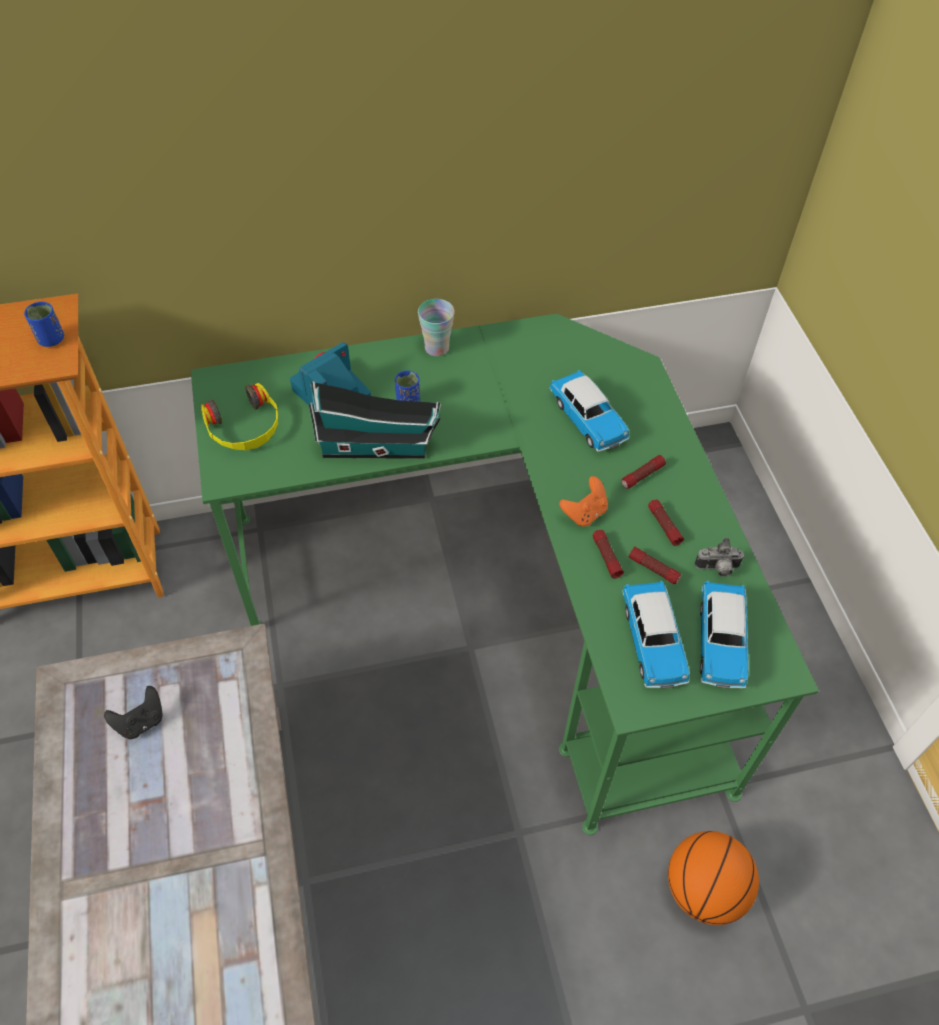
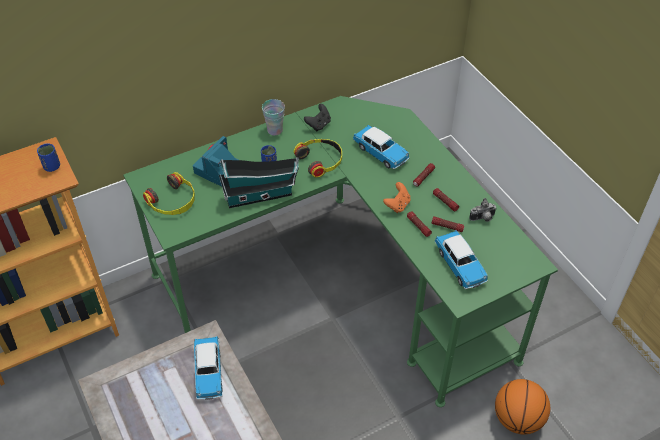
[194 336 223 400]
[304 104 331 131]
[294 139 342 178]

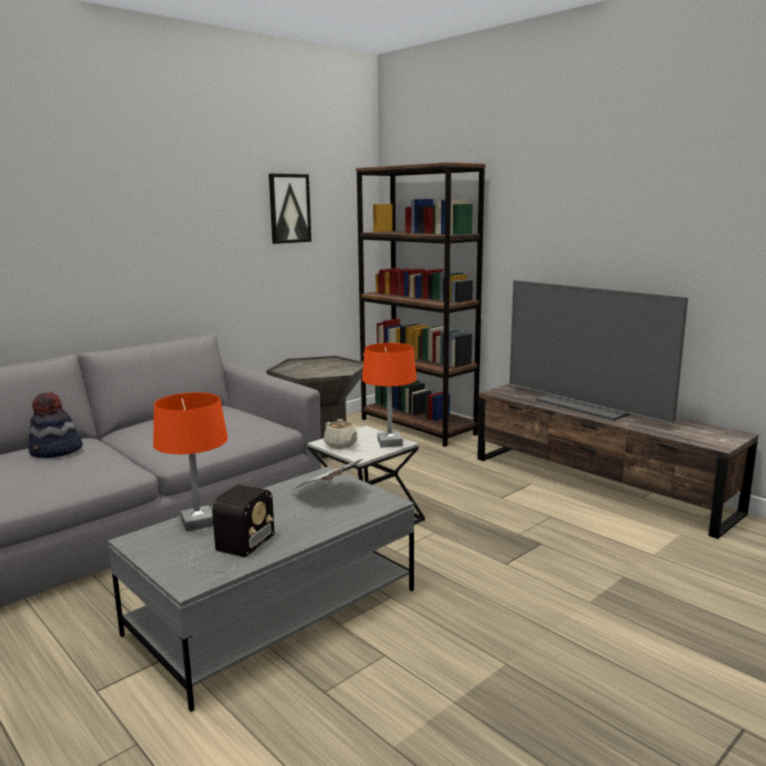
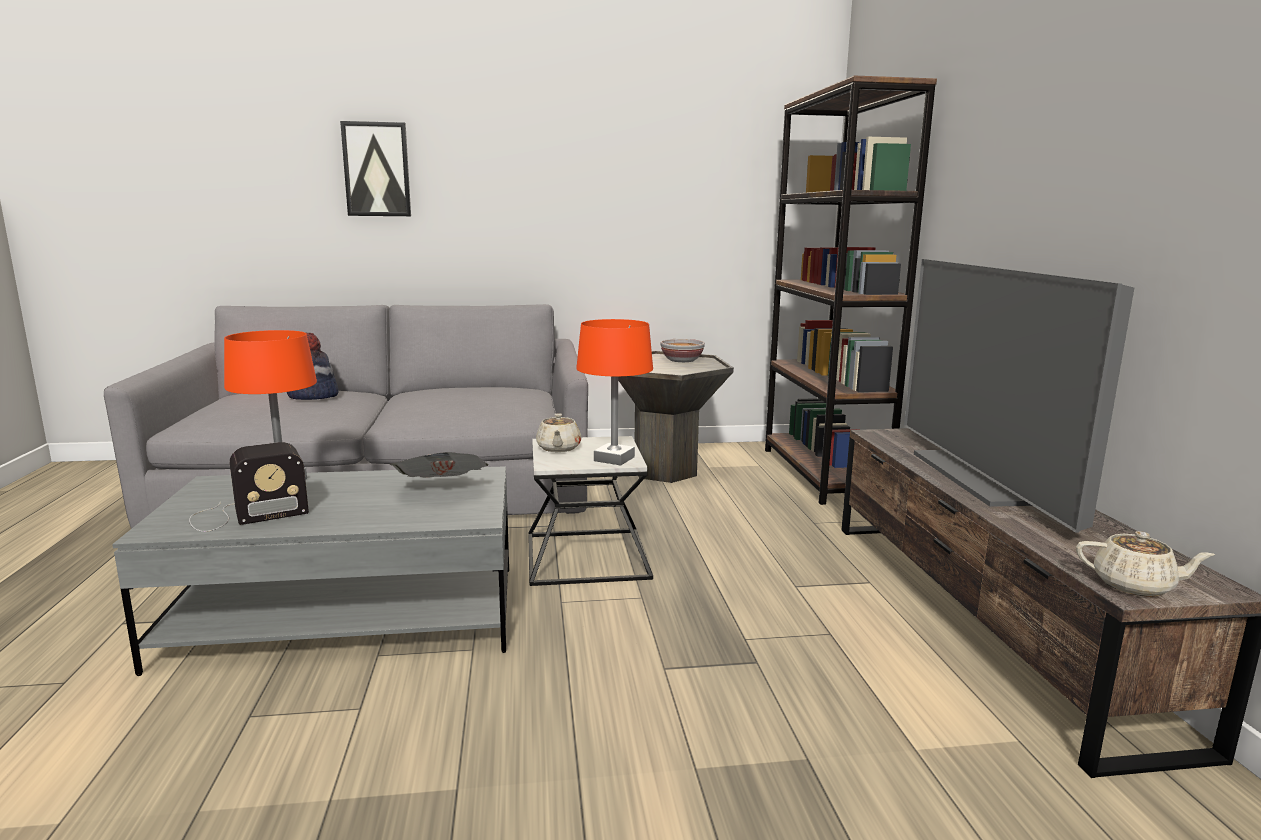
[340 121 411 216]
[660 339 705 362]
[1076 531 1215 597]

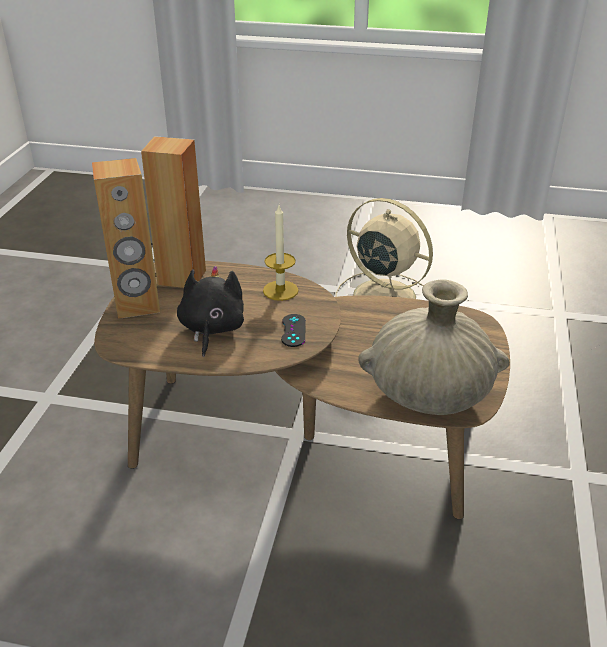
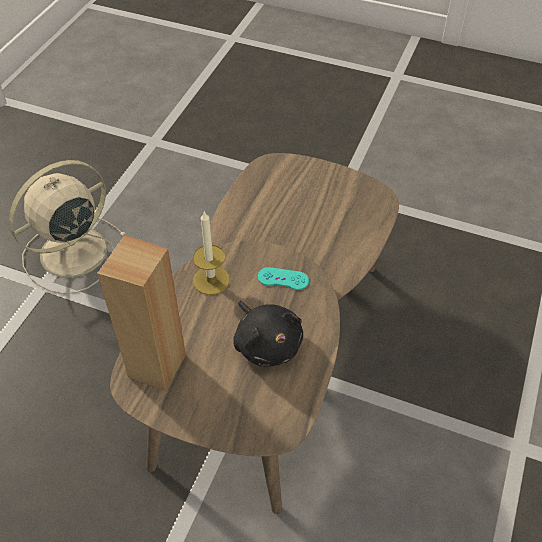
[92 158 160 319] (first image)
[233 301 303 367]
[358 280 509 415] (first image)
[258 267 309 290]

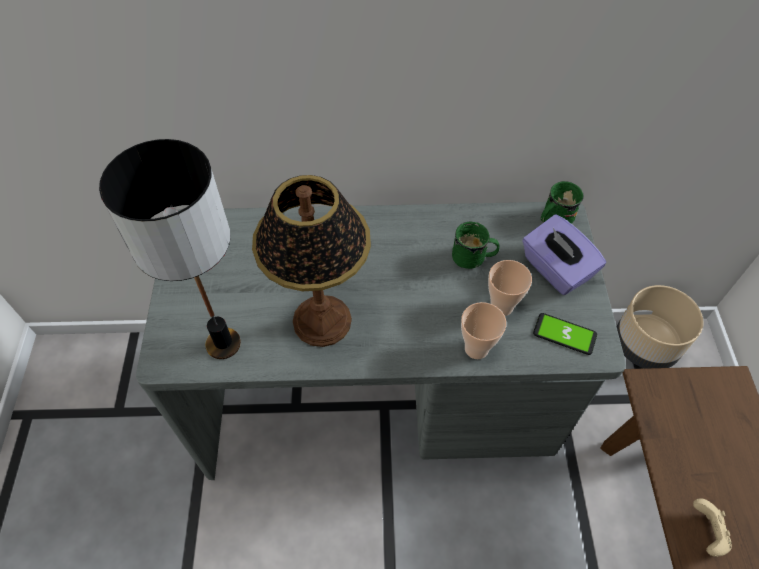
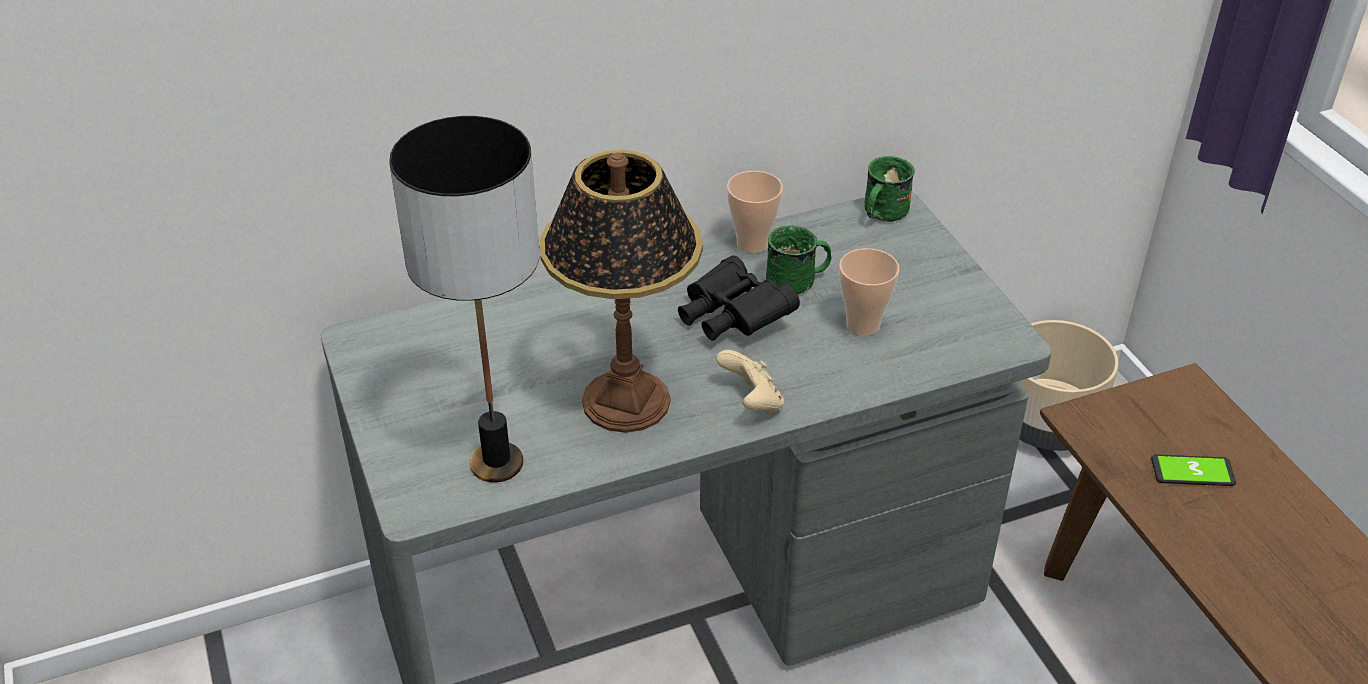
[522 215 606 295] (first image)
[727 171 783 253]
[1151 455 1236 486]
[716 350 784 415]
[678 255 800 341]

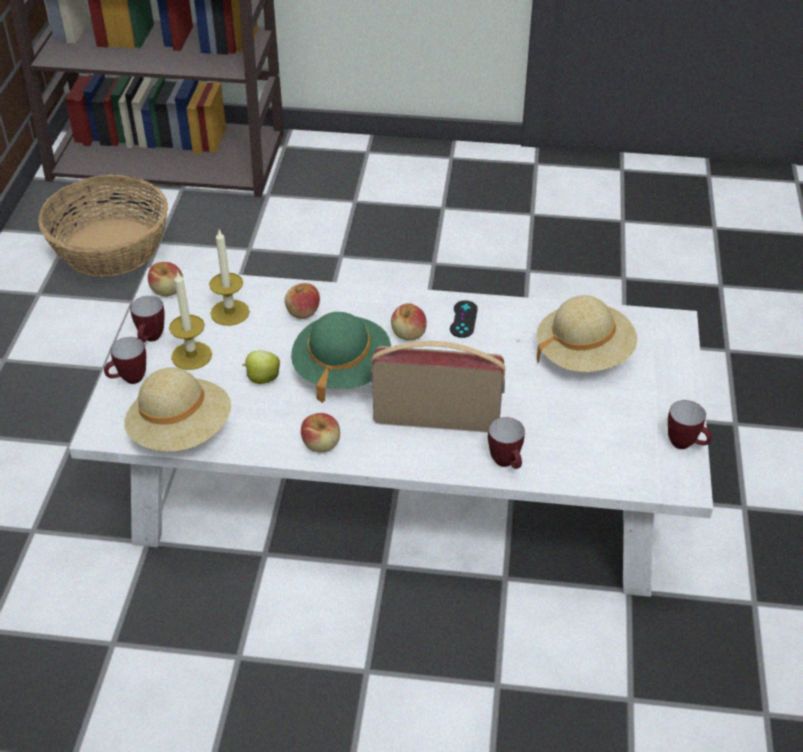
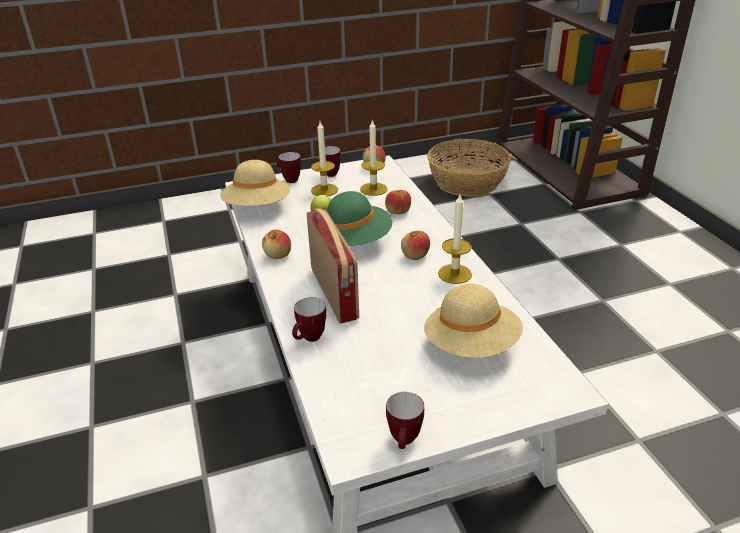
[438 195 472 284]

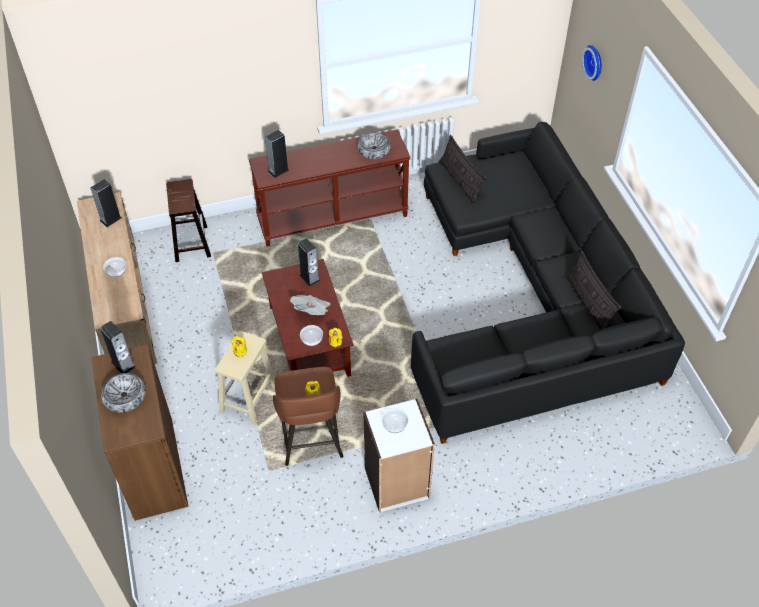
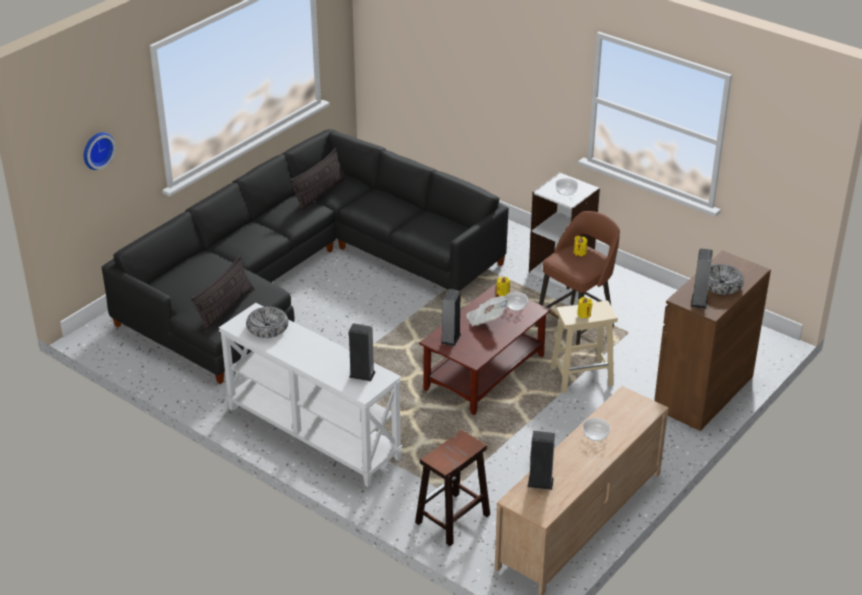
[219 303 402 487]

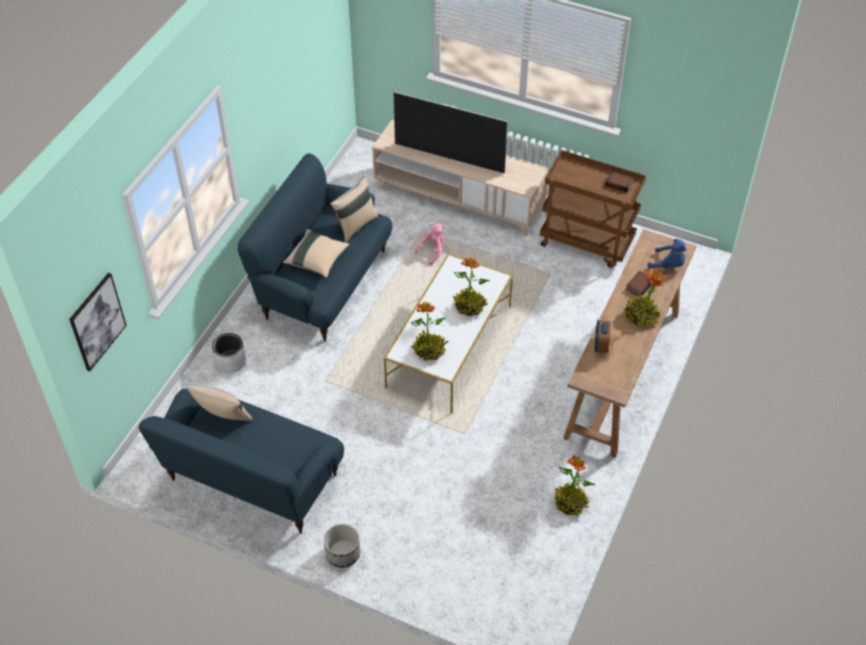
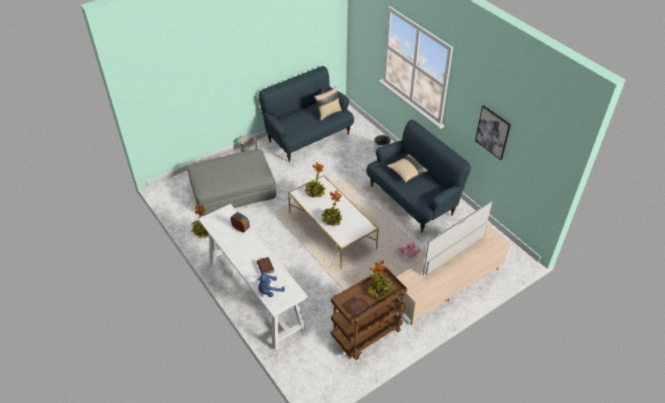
[330 177 378 243] (first image)
[198 204 308 351]
[367 260 392 299]
[475 105 511 160]
[187 149 276 216]

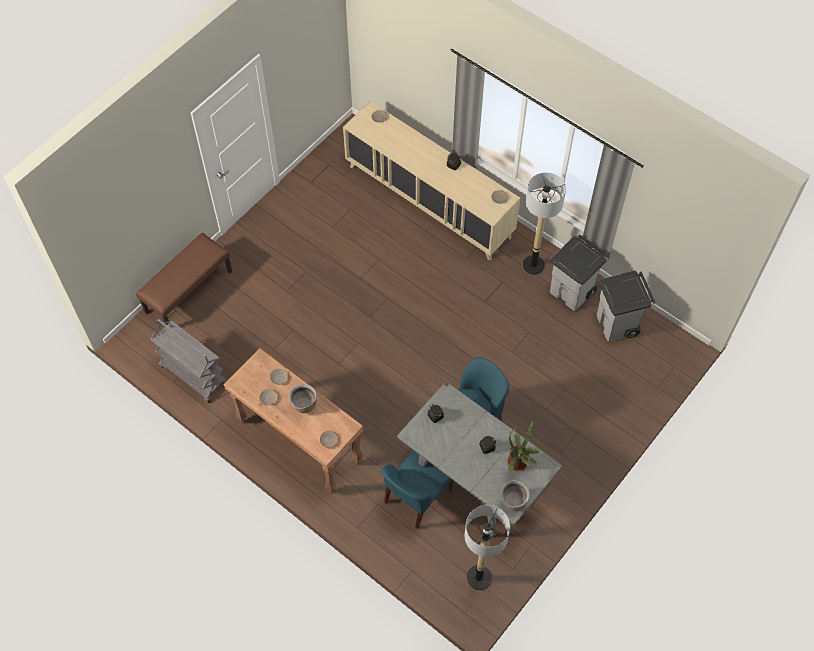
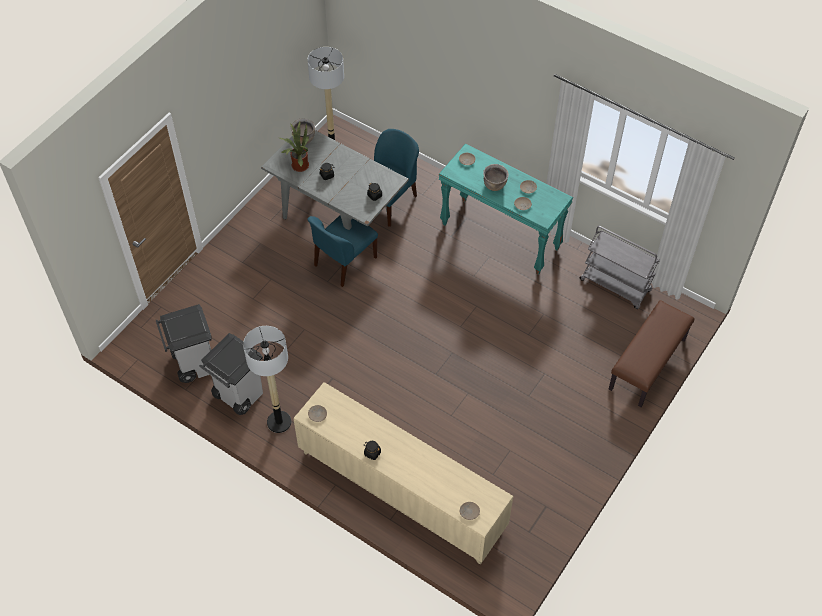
[439 144 573 275]

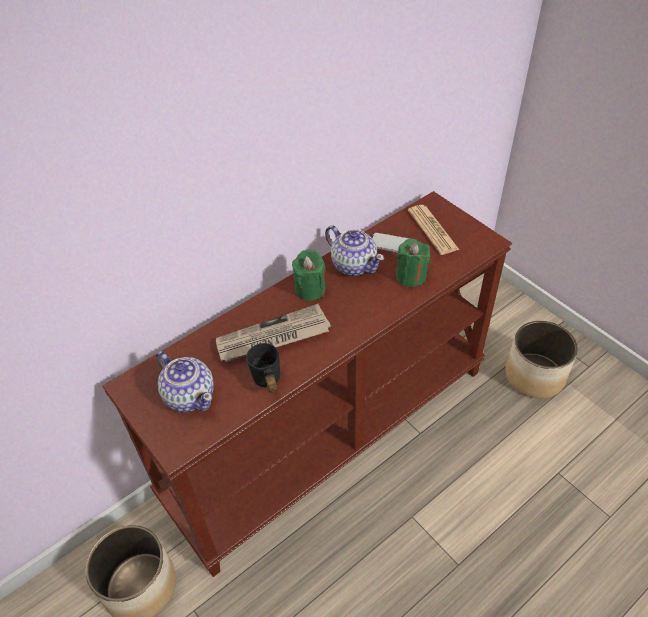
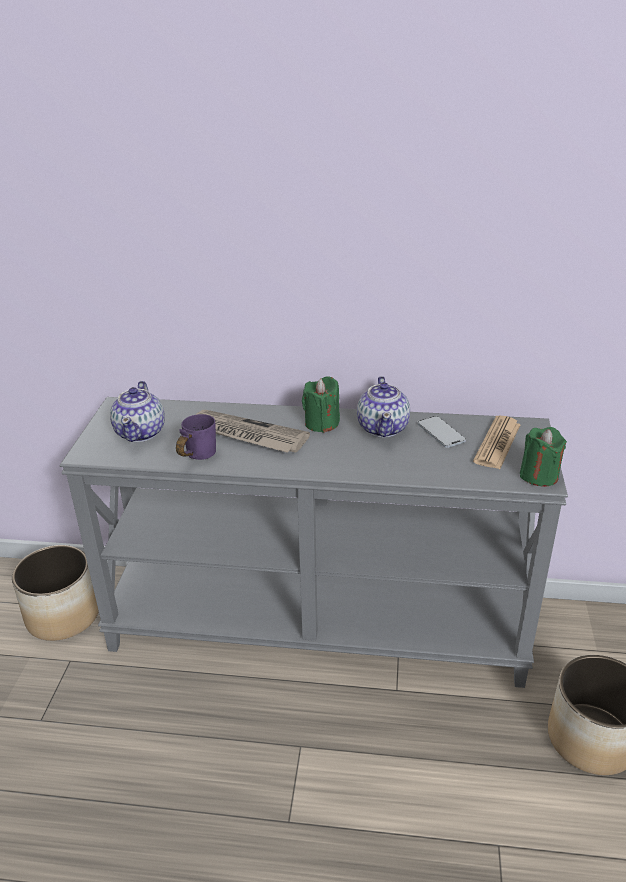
[60 397 568 688]
[520 427 567 487]
[176 414 216 460]

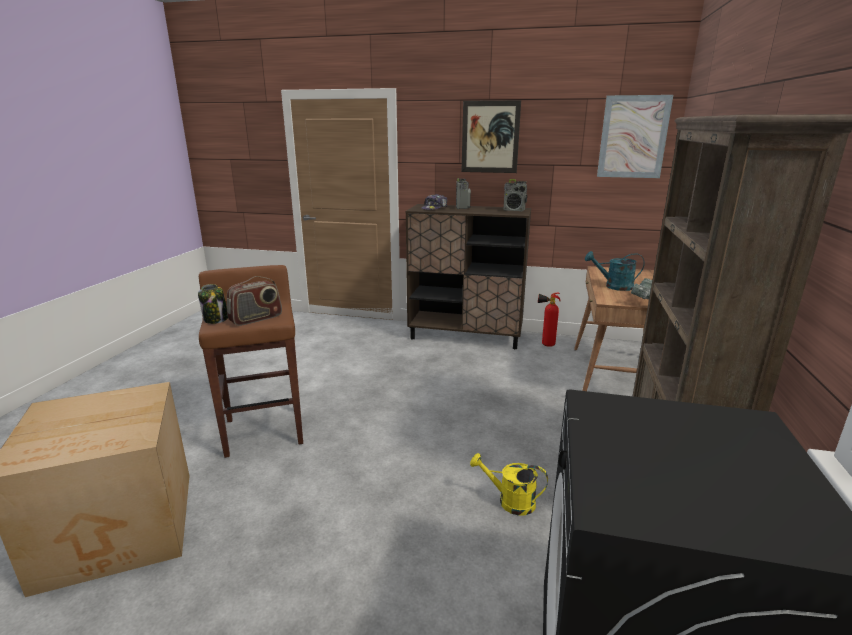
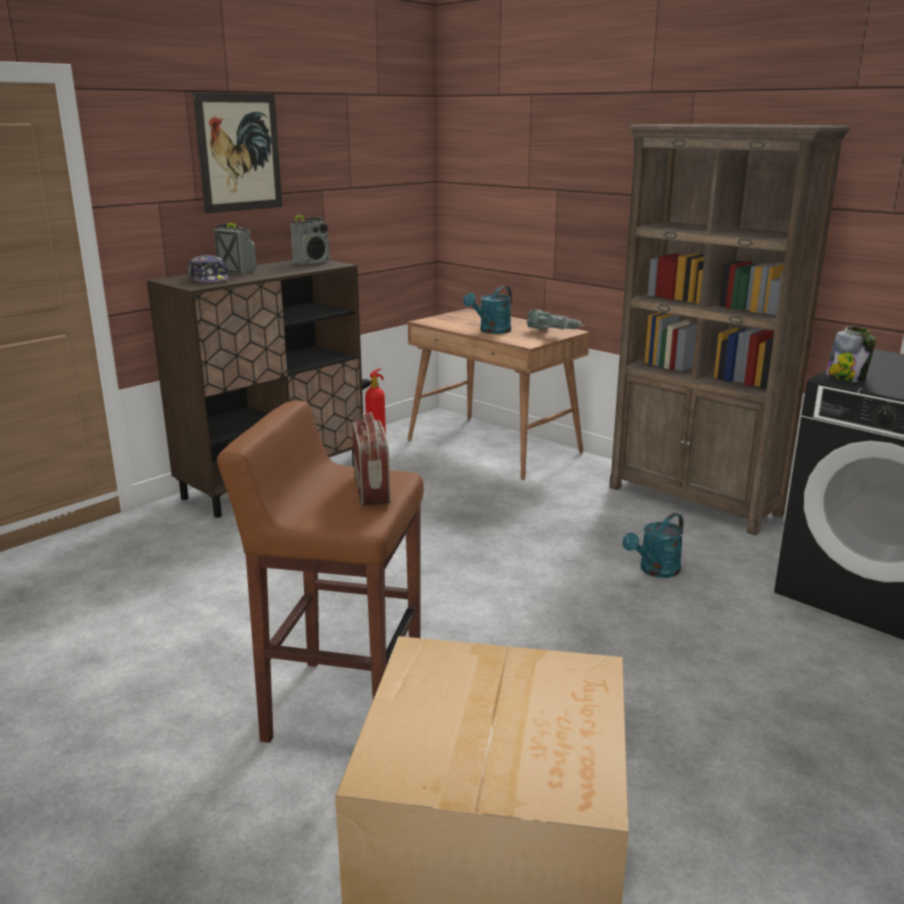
[597 95 673 178] (first image)
[826 326 876 382]
[622 513 684 578]

